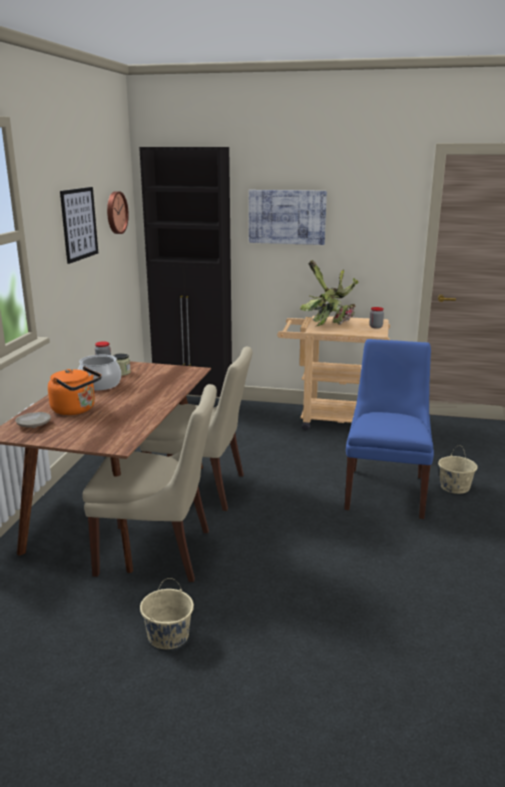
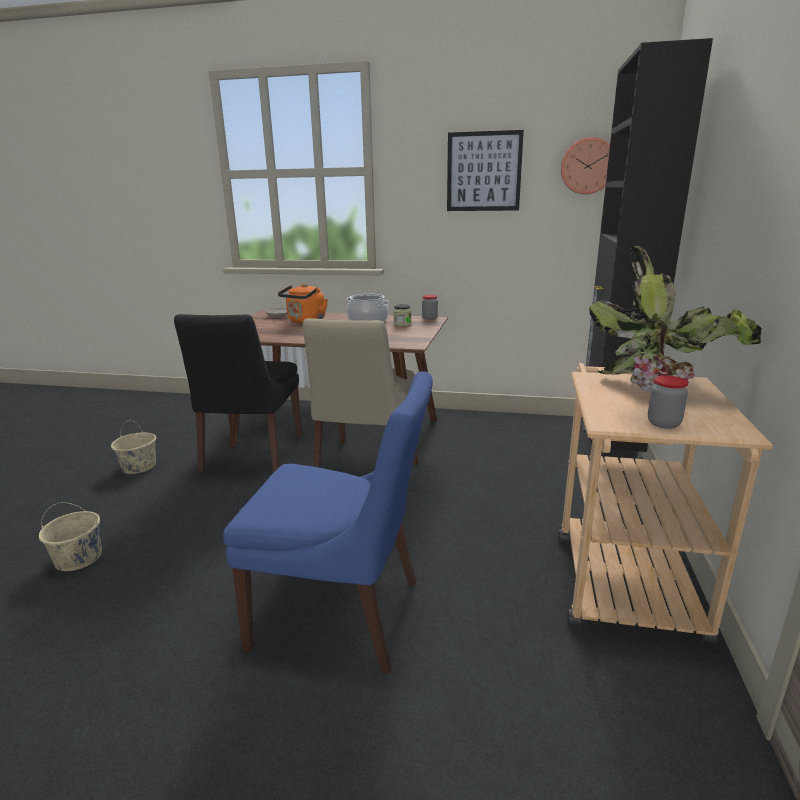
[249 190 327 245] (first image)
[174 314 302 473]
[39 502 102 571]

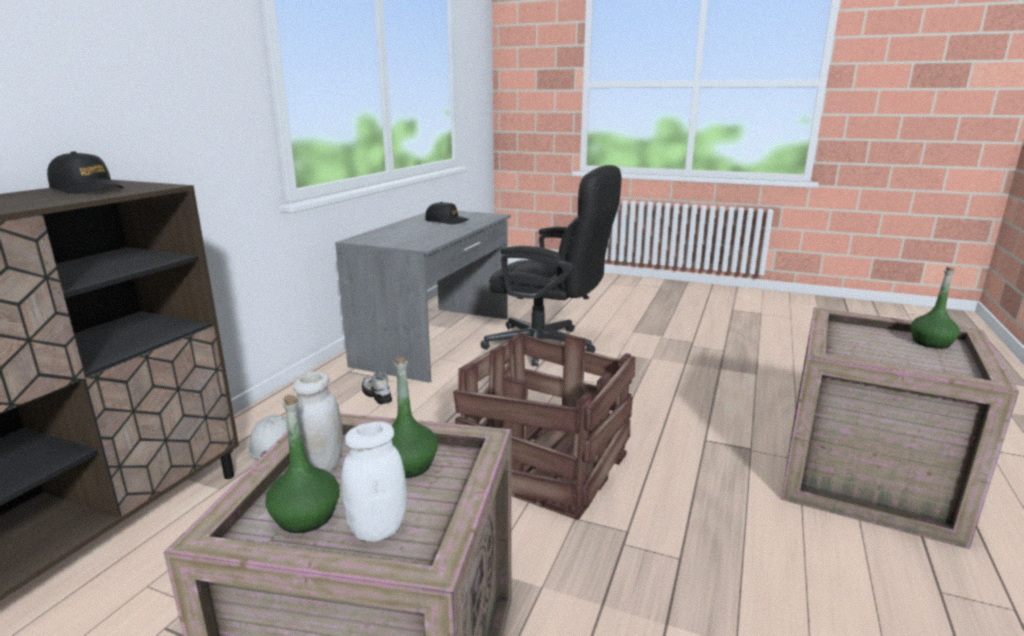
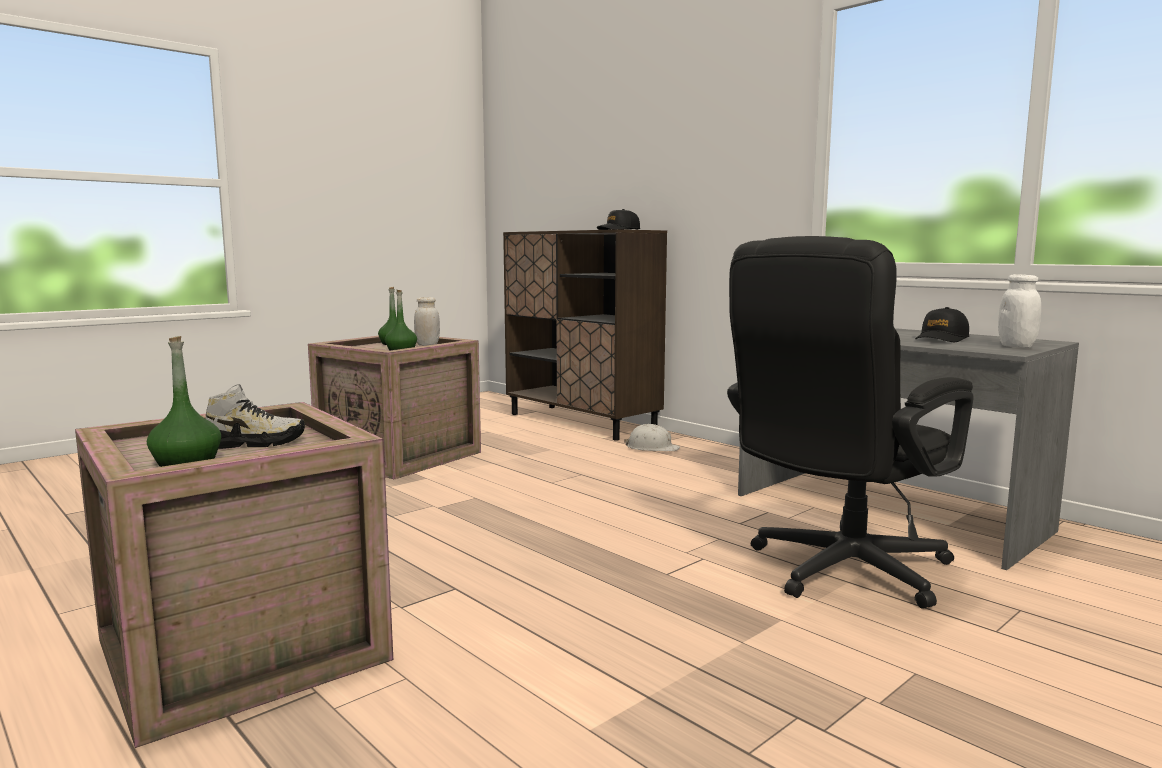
[453 332 635 520] (first image)
[206 384 305 449]
[998 274 1041 348]

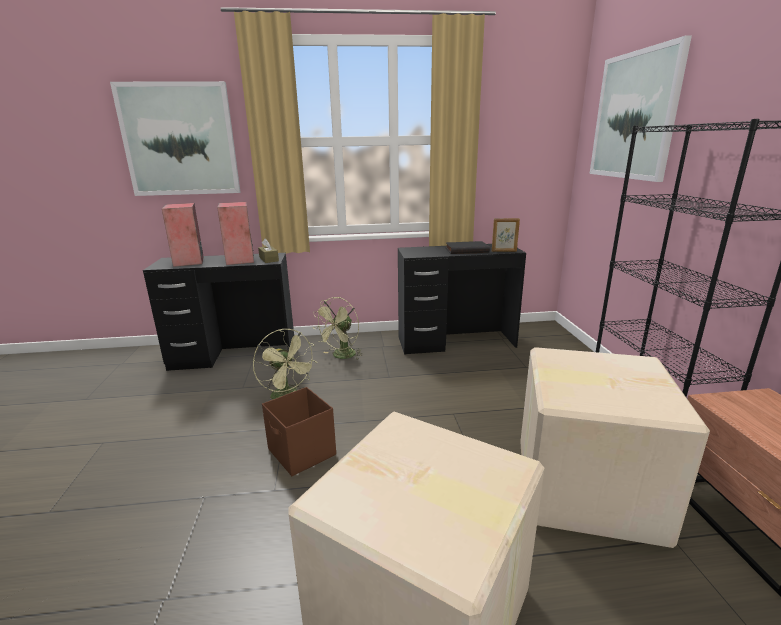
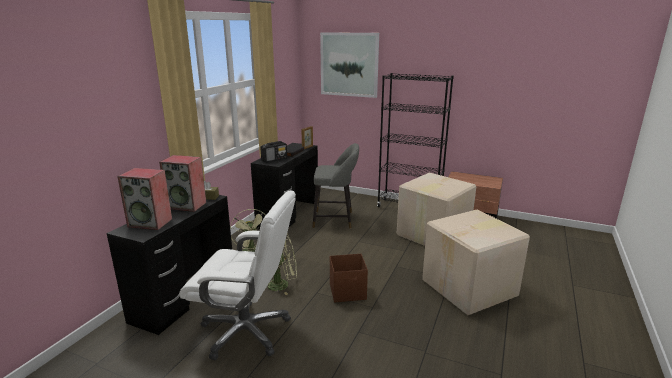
[110 81 241 196] (first image)
[260 141 287 163]
[312 143 359 229]
[179 190 296 361]

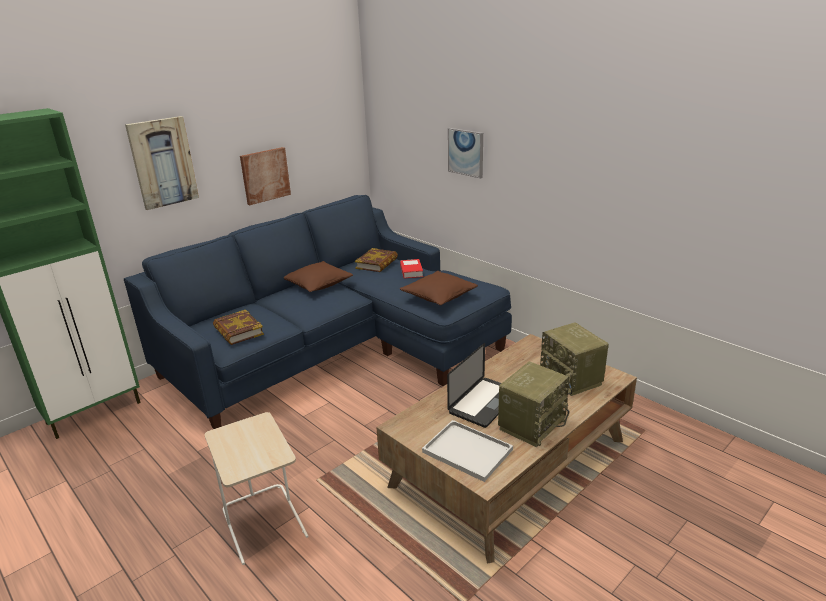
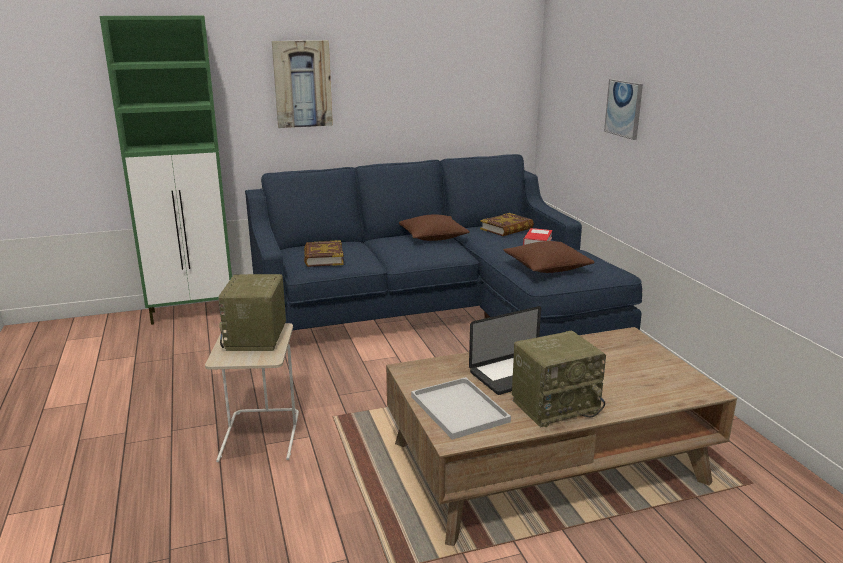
[240 147 291 205] (first image)
[218 274 286 351]

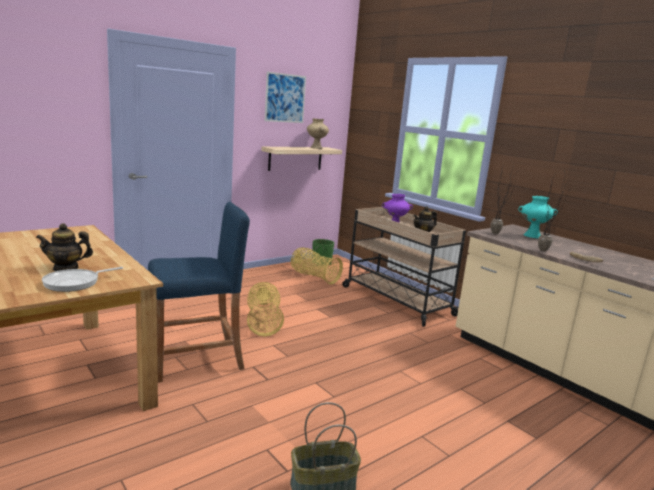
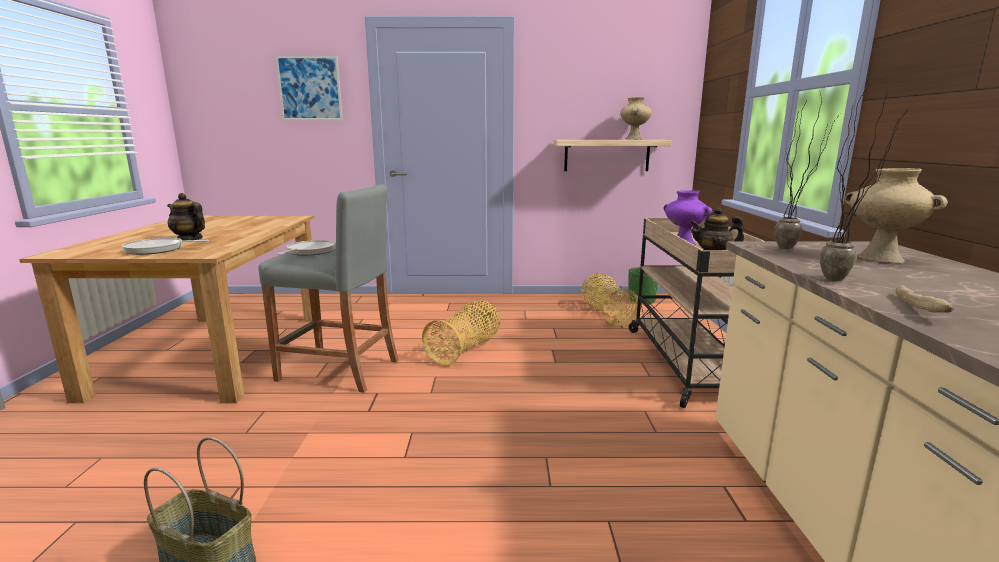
[276 56 343 120]
[845 168 948 263]
[258 184 399 393]
[278 240 335 256]

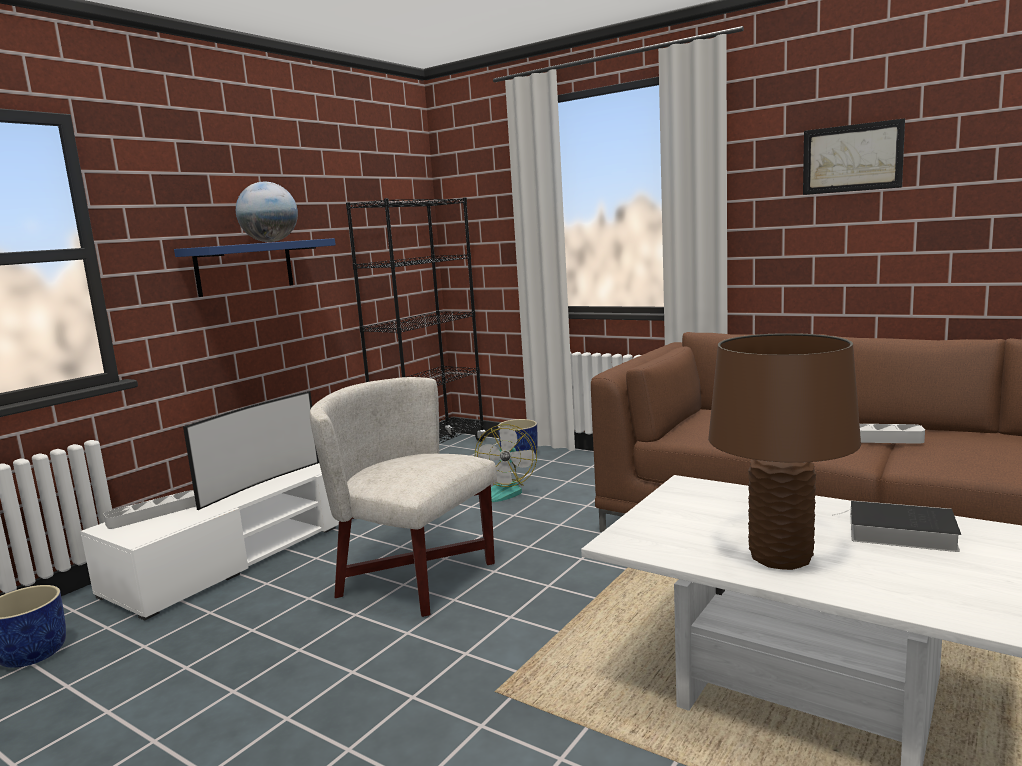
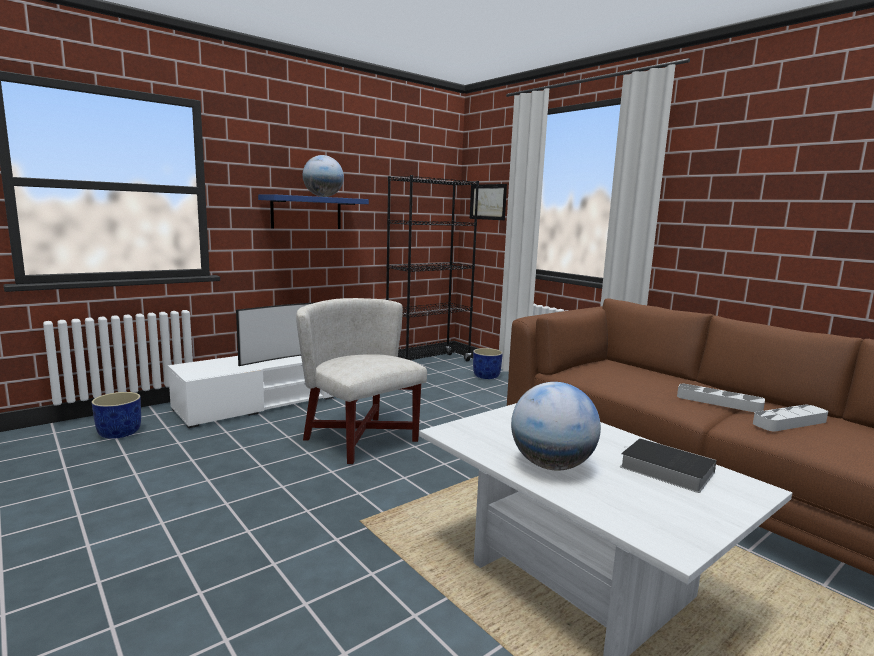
[470 184 507 220]
[511 382 601 471]
[475 424 537 502] (first image)
[753 405 828 431]

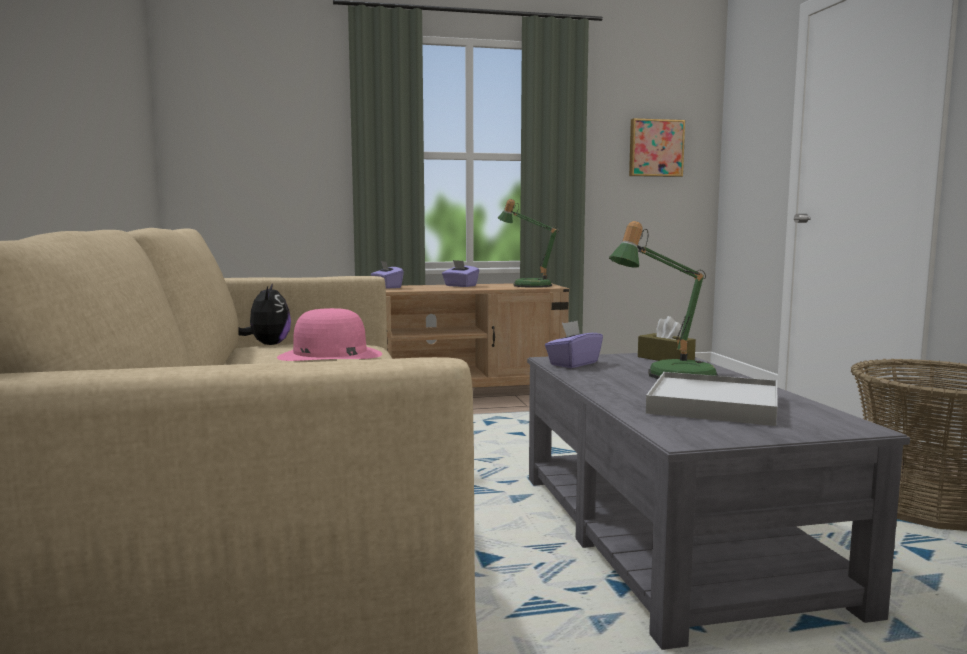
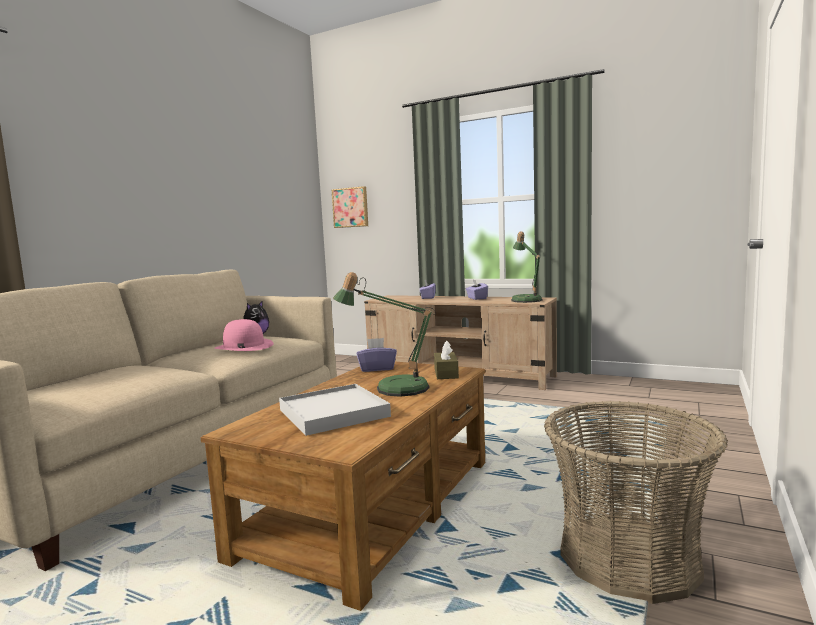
[332 186 368 228]
[200 362 486 611]

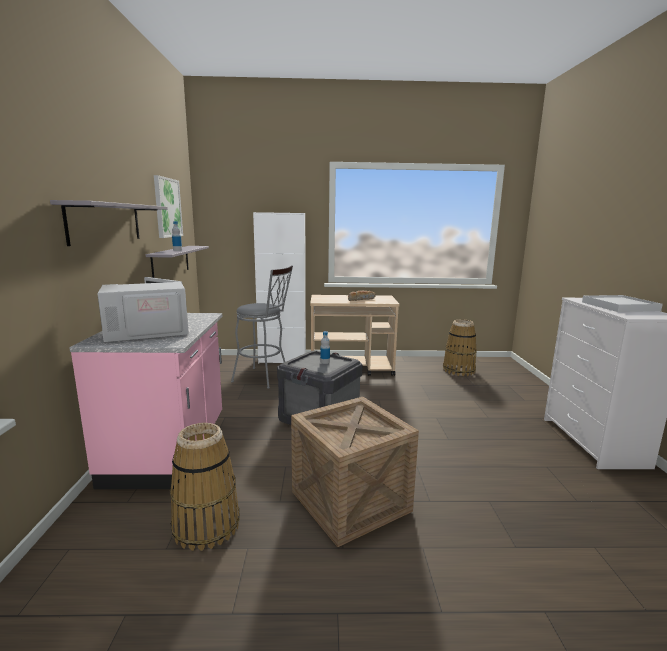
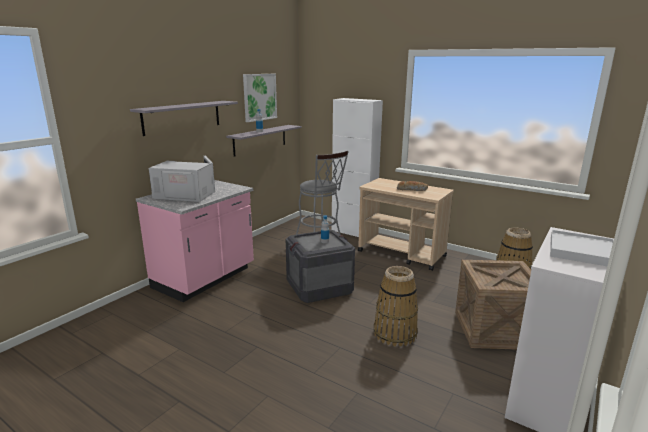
[455 260 531 350]
[374 266 418 347]

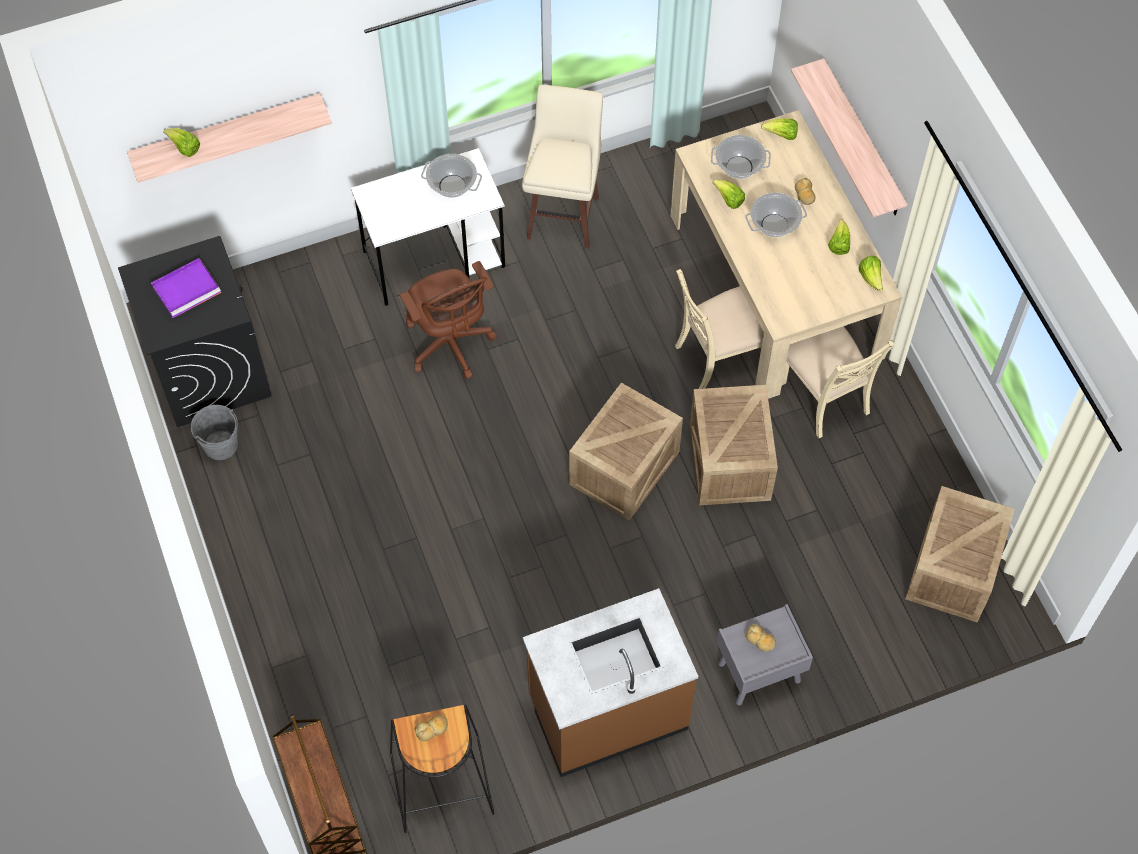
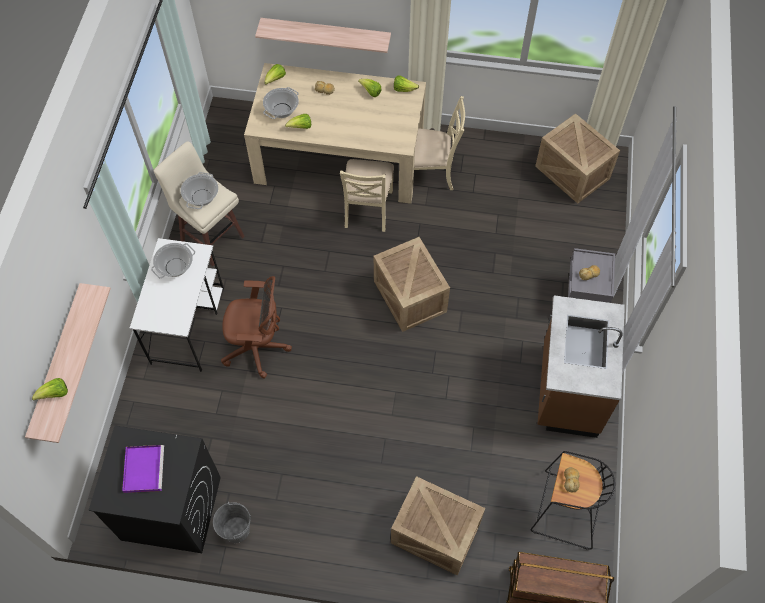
[181 172 218 209]
[391 476 485 576]

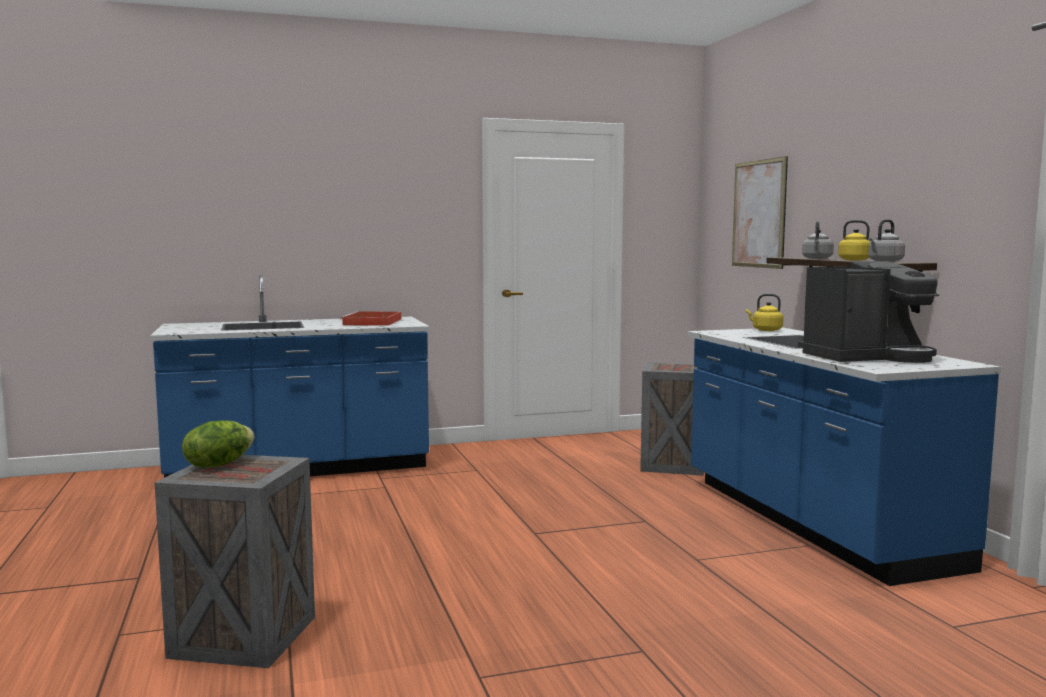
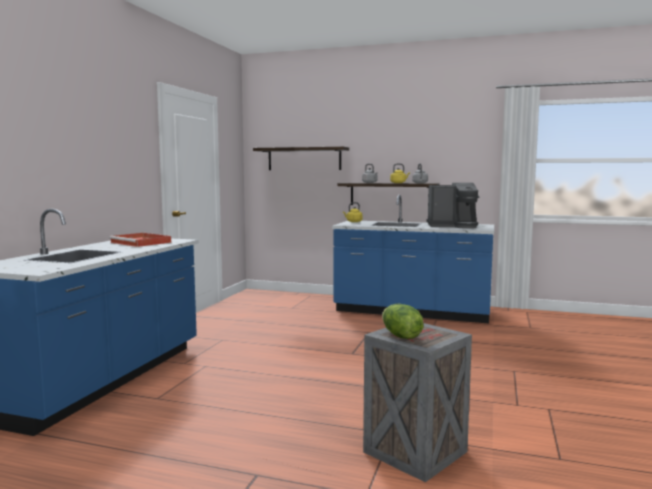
[253 147 349 170]
[426 183 479 229]
[640 362 704 476] (first image)

